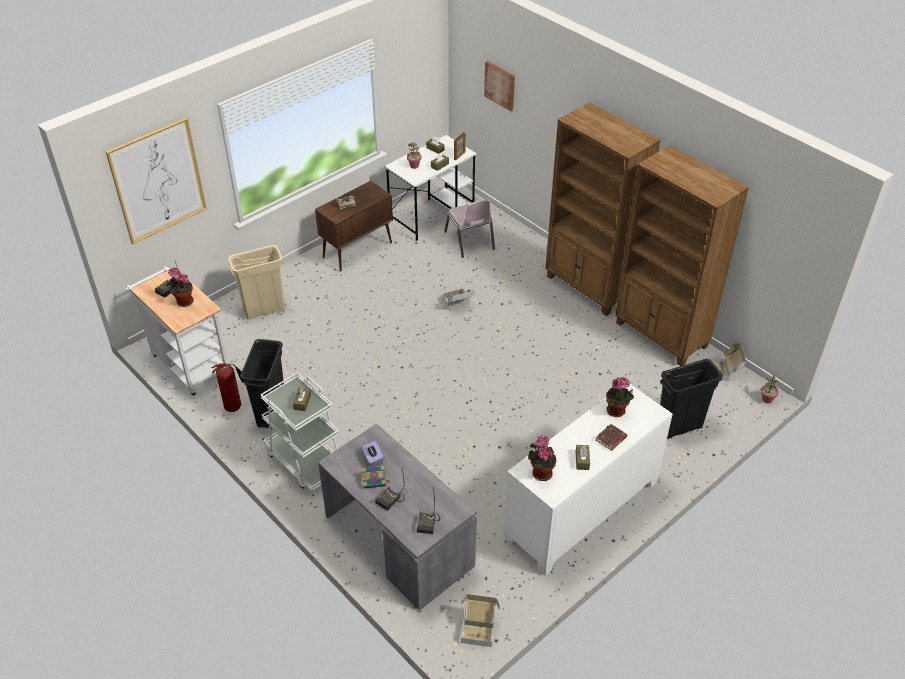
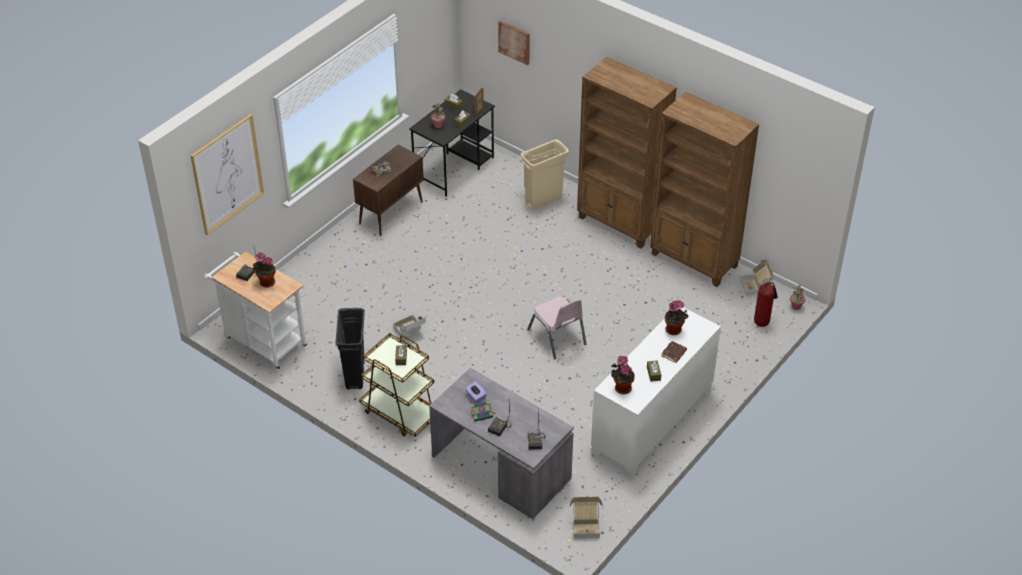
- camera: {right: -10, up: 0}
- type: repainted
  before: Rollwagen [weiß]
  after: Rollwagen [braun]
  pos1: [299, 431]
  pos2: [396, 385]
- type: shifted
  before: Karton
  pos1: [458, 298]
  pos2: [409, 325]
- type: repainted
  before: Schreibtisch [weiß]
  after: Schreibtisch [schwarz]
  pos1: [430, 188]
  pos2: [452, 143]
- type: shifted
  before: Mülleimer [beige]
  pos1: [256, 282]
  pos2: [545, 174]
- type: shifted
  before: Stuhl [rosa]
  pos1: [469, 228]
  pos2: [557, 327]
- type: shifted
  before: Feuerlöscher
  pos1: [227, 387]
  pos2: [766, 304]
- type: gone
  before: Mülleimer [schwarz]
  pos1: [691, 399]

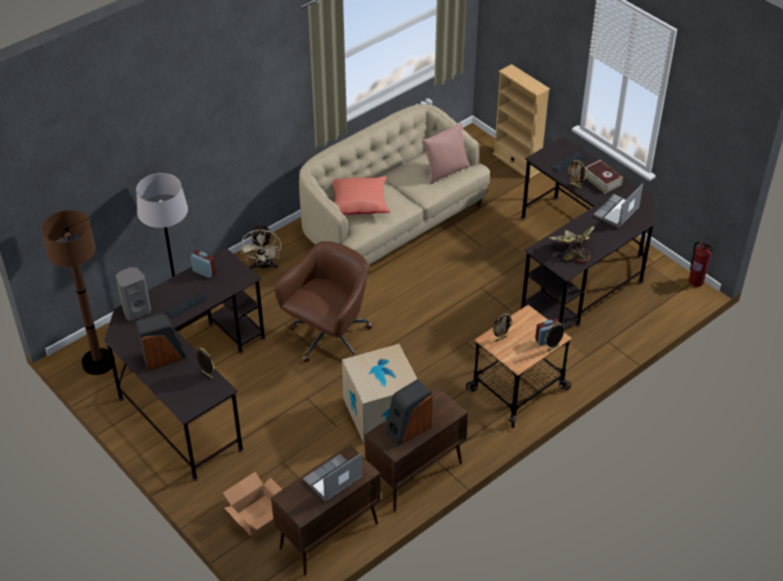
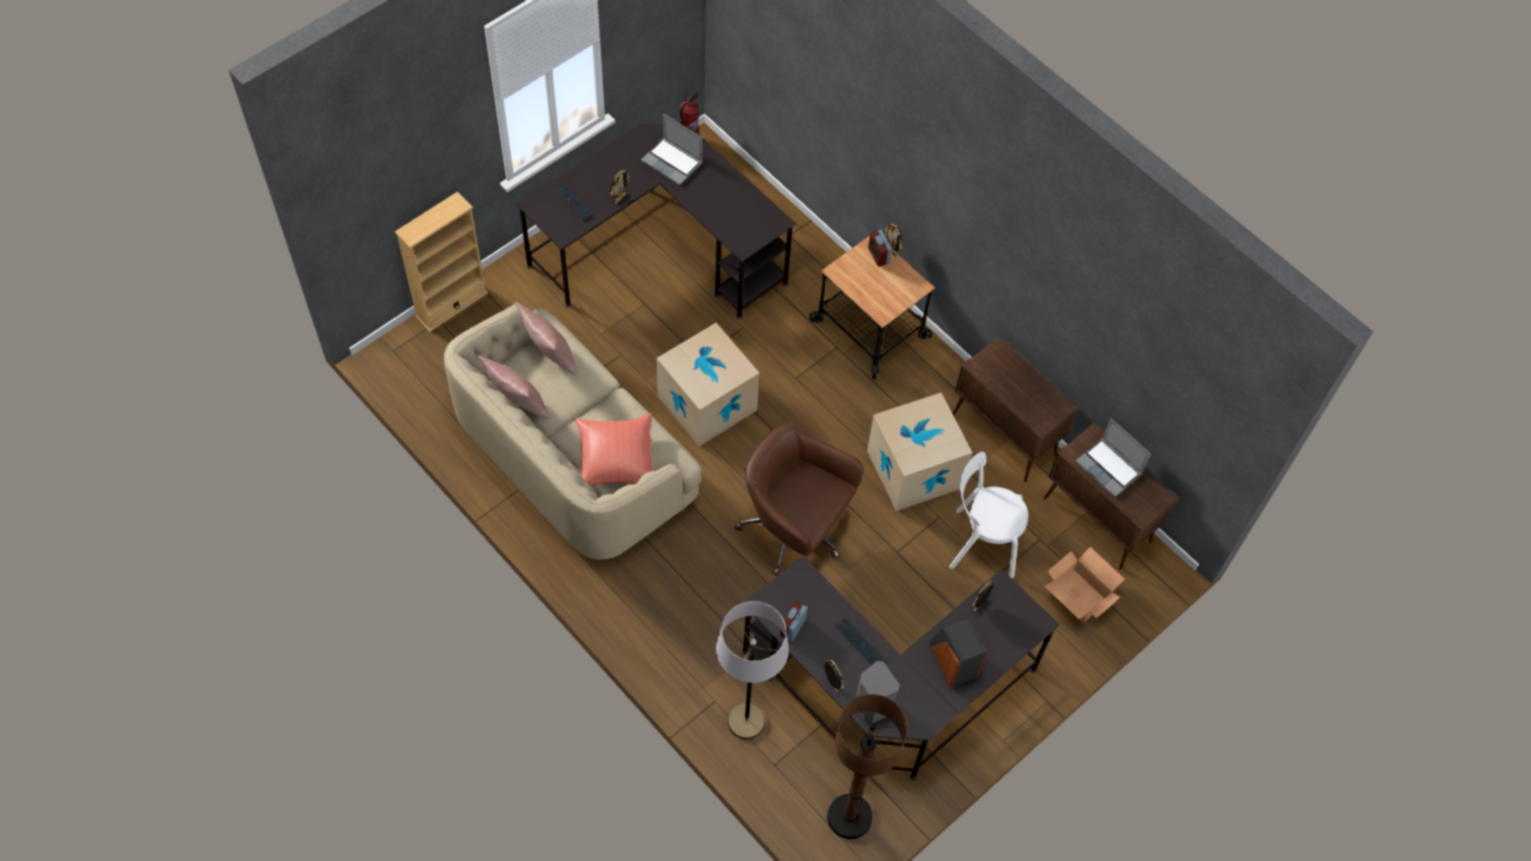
- camera: {right: -95, up: 15}
- type: new
  after: Kissen [rosa]
  pos2: [513, 387]
- type: new
  after: Karton
  pos2: [708, 384]
- type: shifted
  before: Bilderrahmen
  pos1: [502, 327]
  pos2: [834, 676]
- type: new
  after: Stuhl [weiß]
  pos2: [989, 515]
- type: gone
  before: Ventilator [beige]
  pos1: [261, 247]
- type: gone
  before: Lautsprecher
  pos1: [409, 412]
- type: gone
  before: Topfpflanze
  pos1: [571, 245]
- type: gone
  before: Buch
  pos1: [604, 176]

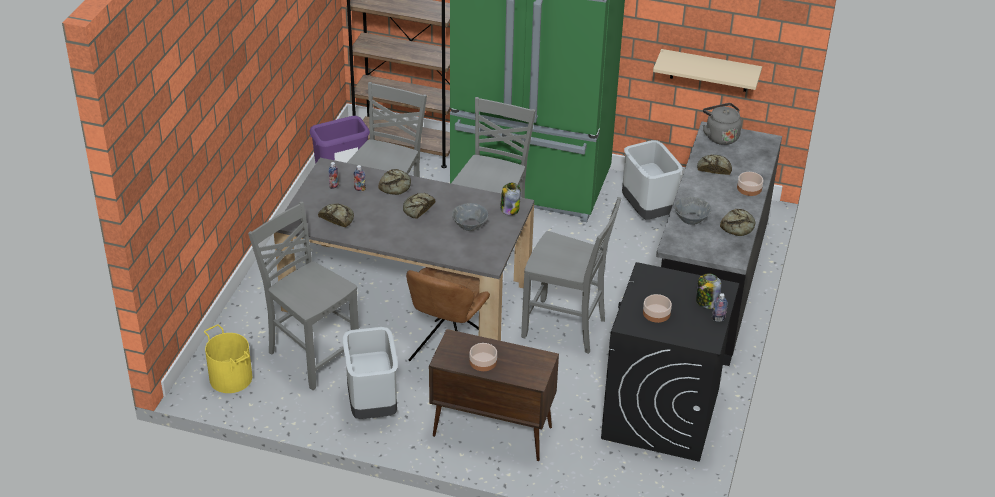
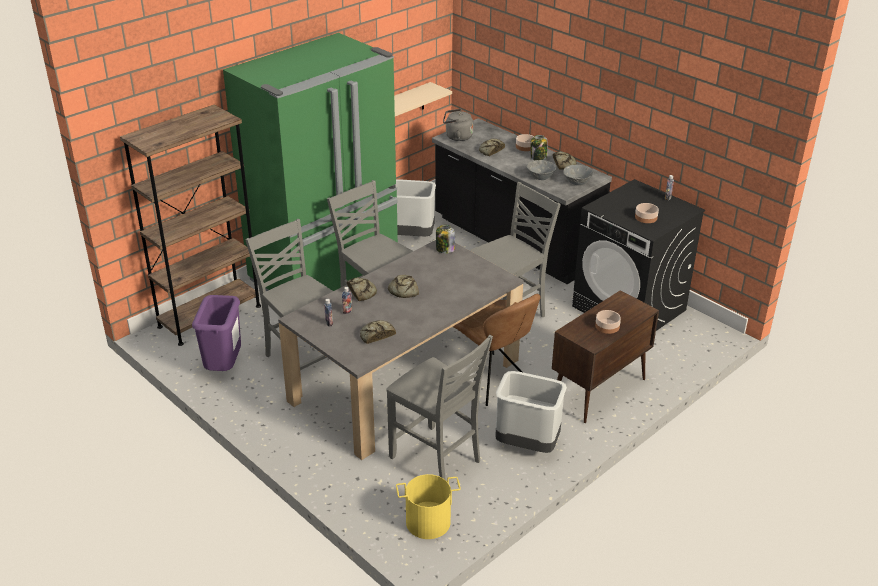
- camera: {right: -60, up: -5}
- type: rotated
  before: Stuhl [grau]
  pos1: [303, 296]
  pos2: [439, 407]
  turn: -120
- type: shifted
  before: Vorratsglas
  pos1: [708, 291]
  pos2: [539, 147]
- type: shifted
  before: Schüssel [grau]
  pos1: [470, 217]
  pos2: [578, 175]

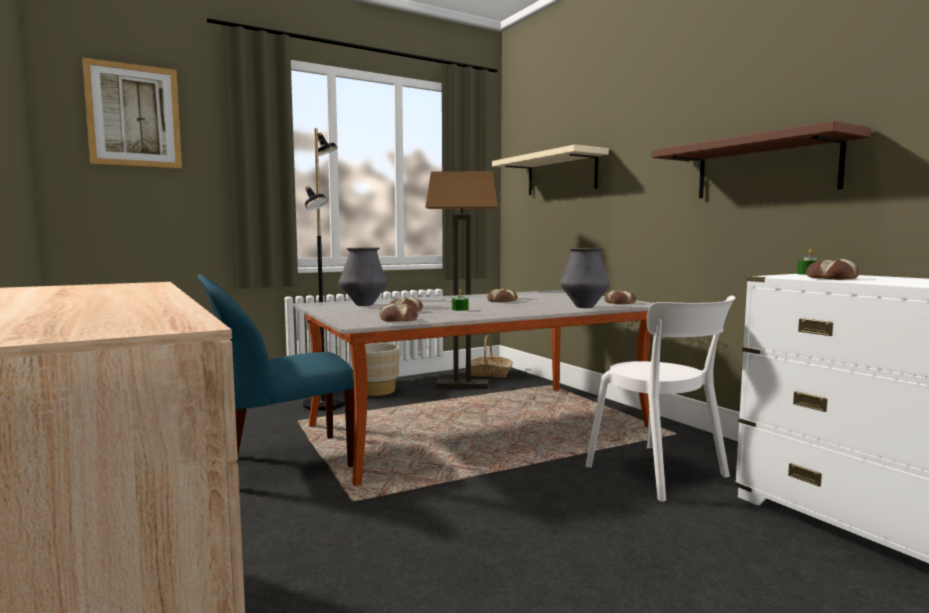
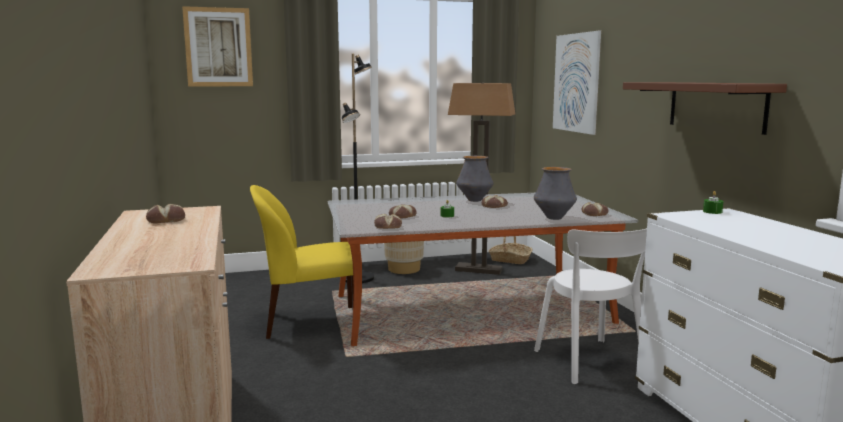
- camera: {right: 15, up: 5}
- type: shifted
  before: Brot
  pos1: [832, 269]
  pos2: [165, 213]
- type: repainted
  before: Stuhl [blau]
  after: Stuhl [gelb]
  pos1: [276, 371]
  pos2: [302, 262]
- type: shifted
  before: Vase
  pos1: [363, 277]
  pos2: [474, 179]
- type: swapped
  before: Wandregal [beige]
  after: Bild
  pos1: [550, 170]
  pos2: [577, 83]

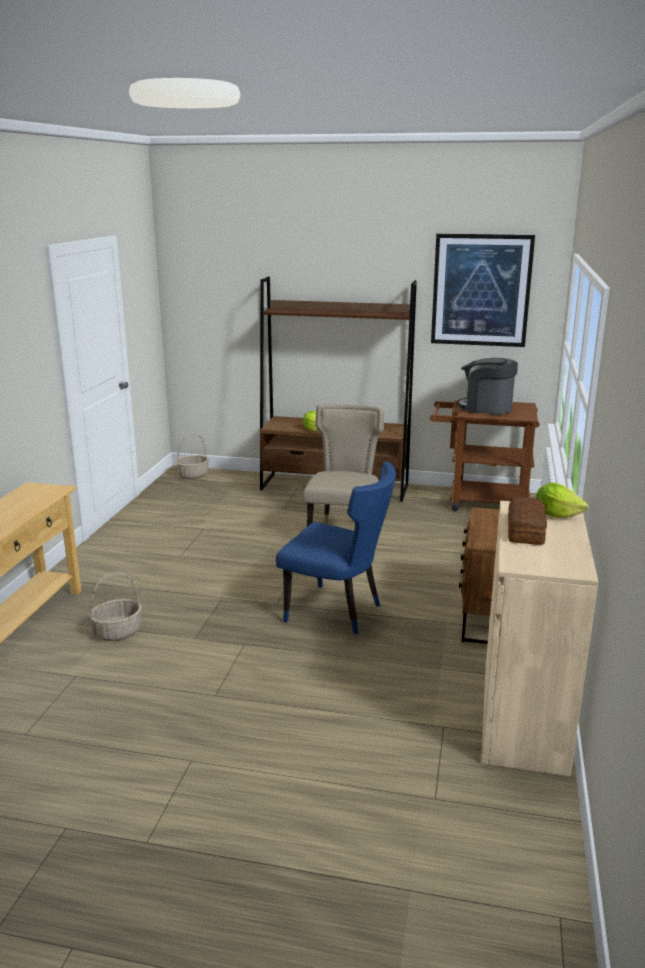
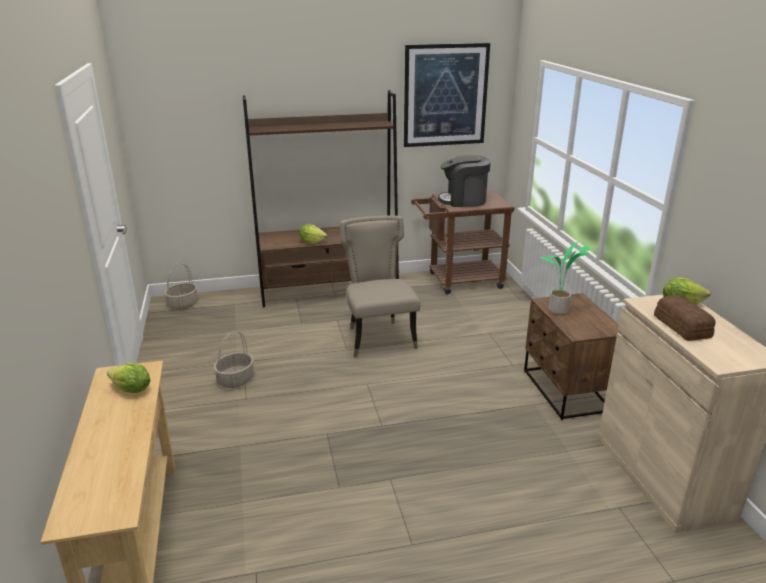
- camera: {right: -25, up: 5}
- type: new
  after: Salatkopf
  pos2: [129, 378]
- type: shifted
  before: Korb
  pos1: [115, 606]
  pos2: [233, 359]
- type: new
  after: Topfpflanze
  pos2: [564, 278]
- type: gone
  before: Stuhl [blau]
  pos1: [336, 548]

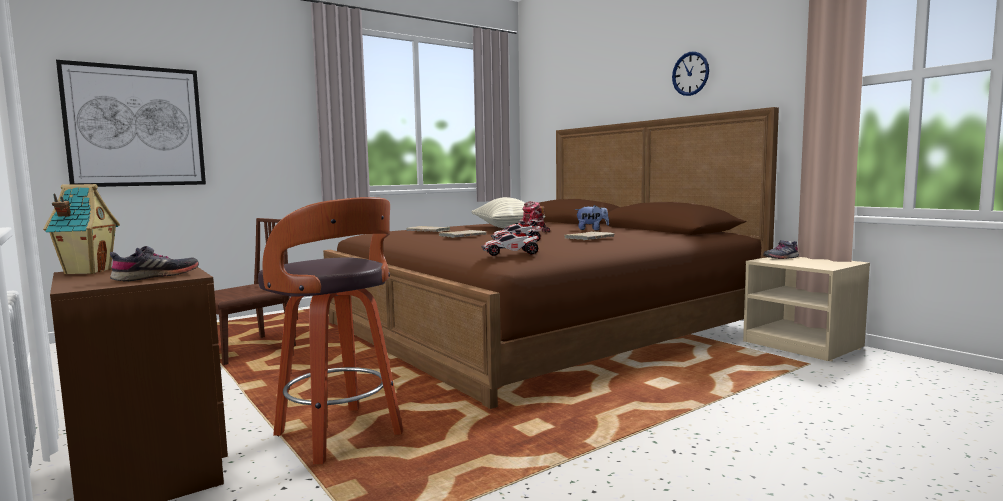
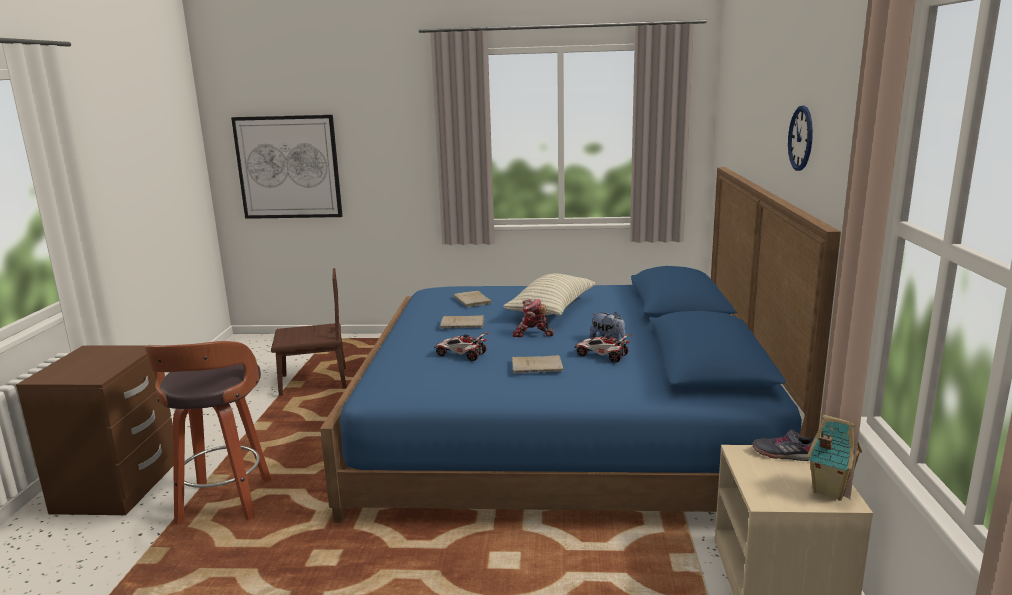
- camera: {right: 40, up: 10}
- type: repainted
  before: Bett [braun]
  after: Bett [blau]
  pos1: [551, 258]
  pos2: [580, 345]
- type: shifted
  before: Spielzeugauto
  pos1: [511, 241]
  pos2: [603, 348]
- type: shifted
  before: Spielzeughaus
  pos1: [81, 229]
  pos2: [834, 458]
- type: gone
  before: Schuh [grau]
  pos1: [154, 263]

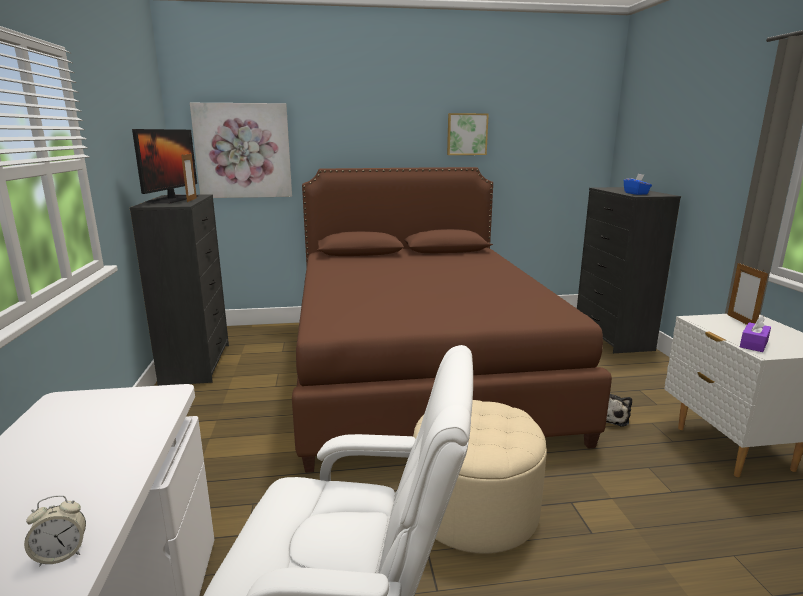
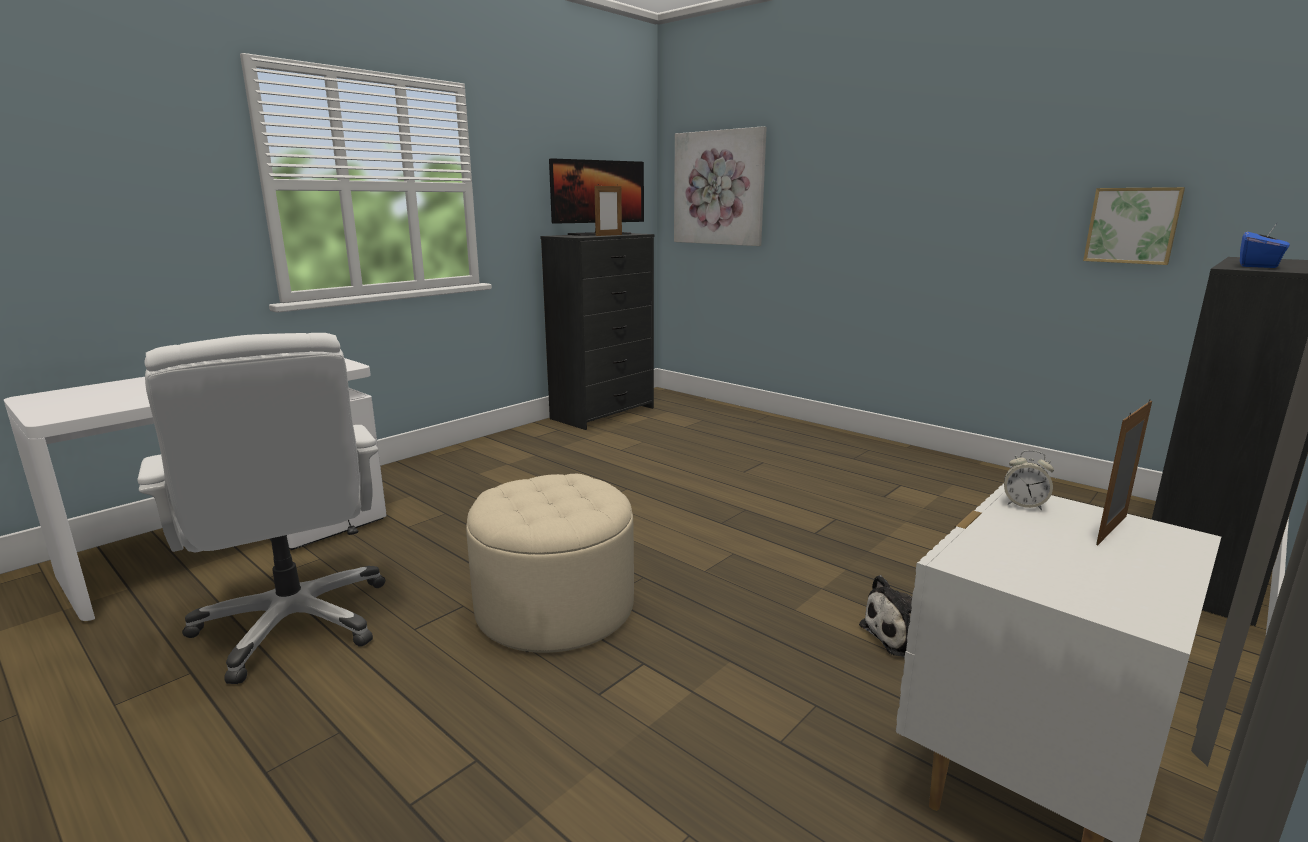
- camera: {right: 50, up: 0}
- type: shifted
  before: Wecker
  pos1: [55, 530]
  pos2: [1029, 480]
- type: shifted
  before: Bild
  pos1: [468, 134]
  pos2: [1134, 226]
- type: gone
  before: Bett [braun]
  pos1: [452, 320]
- type: gone
  before: Taschentuchbox [lila]
  pos1: [755, 333]

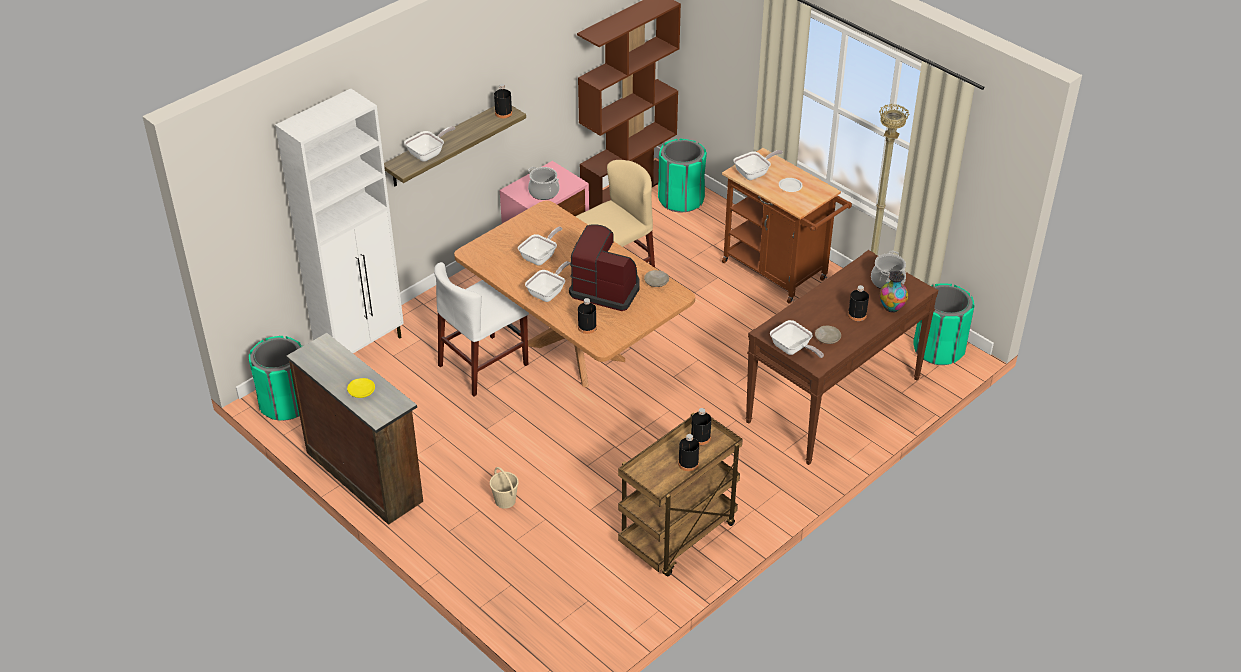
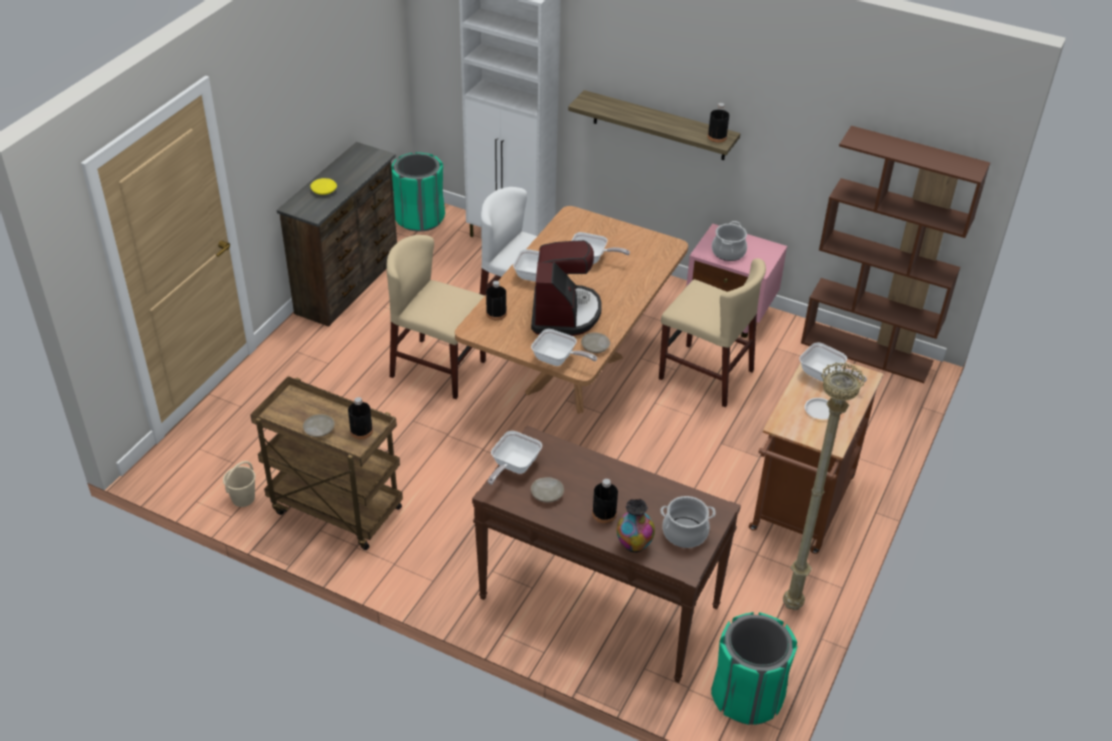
- camera: {right: 70, up: 0}
- type: shifted
  before: Eimer [beige]
  pos1: [504, 488]
  pos2: [239, 484]
- type: swapped
  before: Flasche [schwarz]
  after: Teller [beige]
  pos1: [688, 452]
  pos2: [319, 425]
- type: new
  after: Stuhl [beige]
  pos2: [436, 317]
- type: shifted
  before: Pfanne
  pos1: [429, 144]
  pos2: [564, 347]
- type: gone
  before: Mülleimer [grün]
  pos1: [682, 175]

